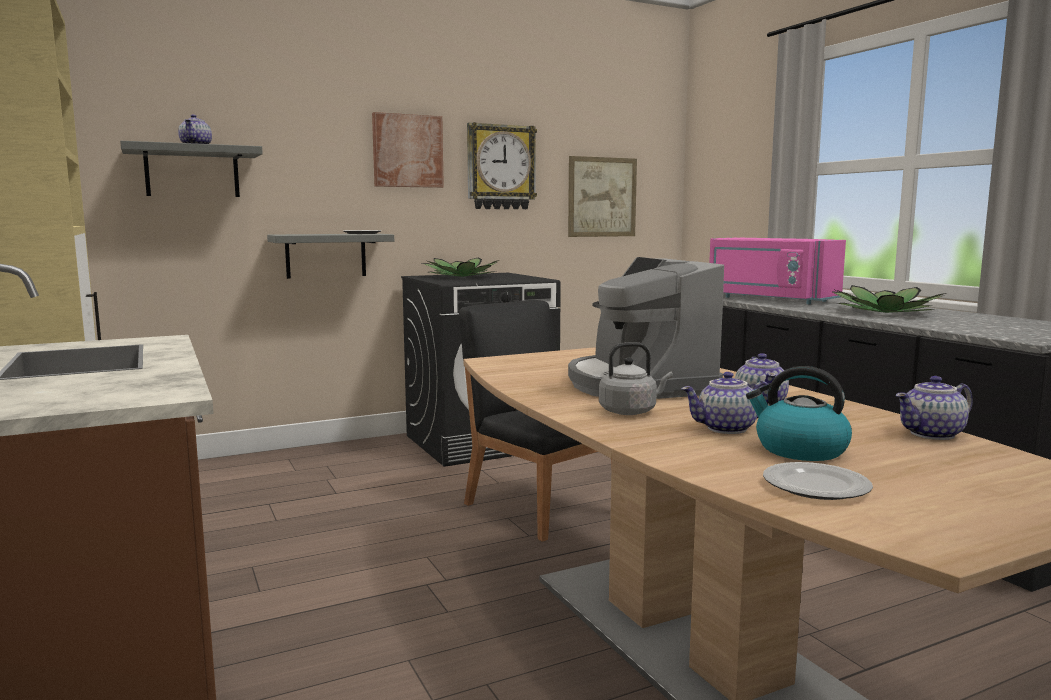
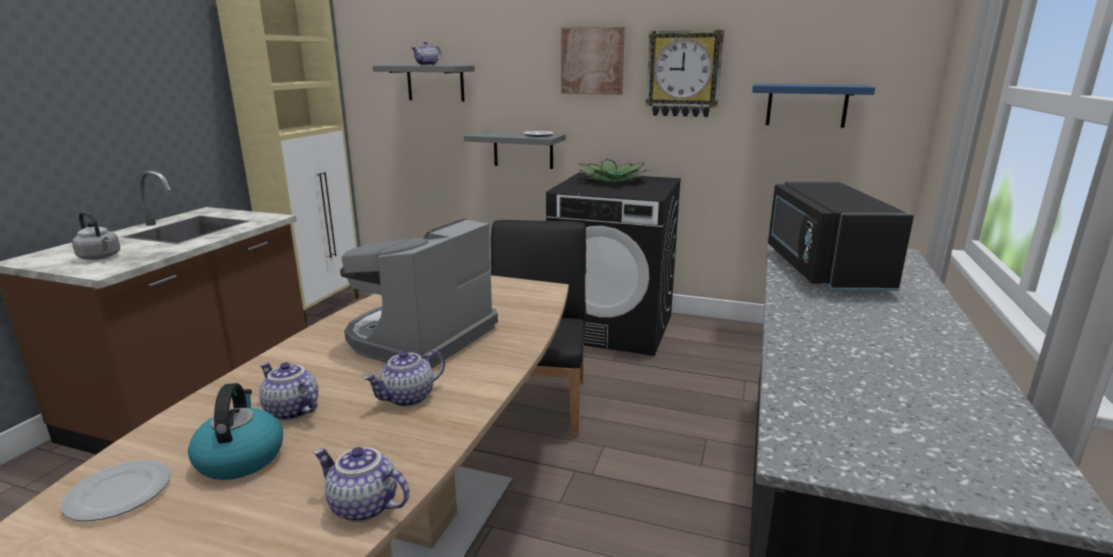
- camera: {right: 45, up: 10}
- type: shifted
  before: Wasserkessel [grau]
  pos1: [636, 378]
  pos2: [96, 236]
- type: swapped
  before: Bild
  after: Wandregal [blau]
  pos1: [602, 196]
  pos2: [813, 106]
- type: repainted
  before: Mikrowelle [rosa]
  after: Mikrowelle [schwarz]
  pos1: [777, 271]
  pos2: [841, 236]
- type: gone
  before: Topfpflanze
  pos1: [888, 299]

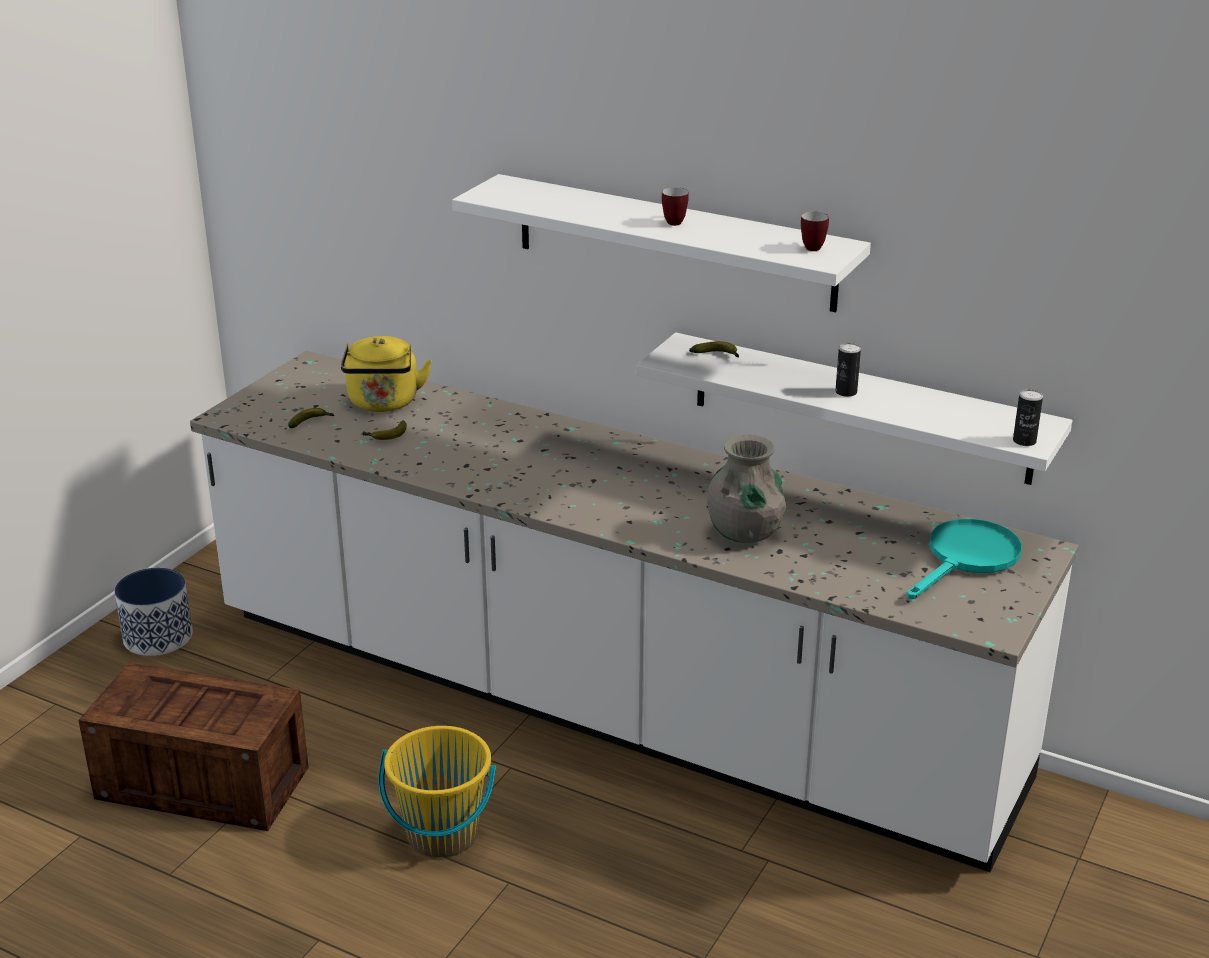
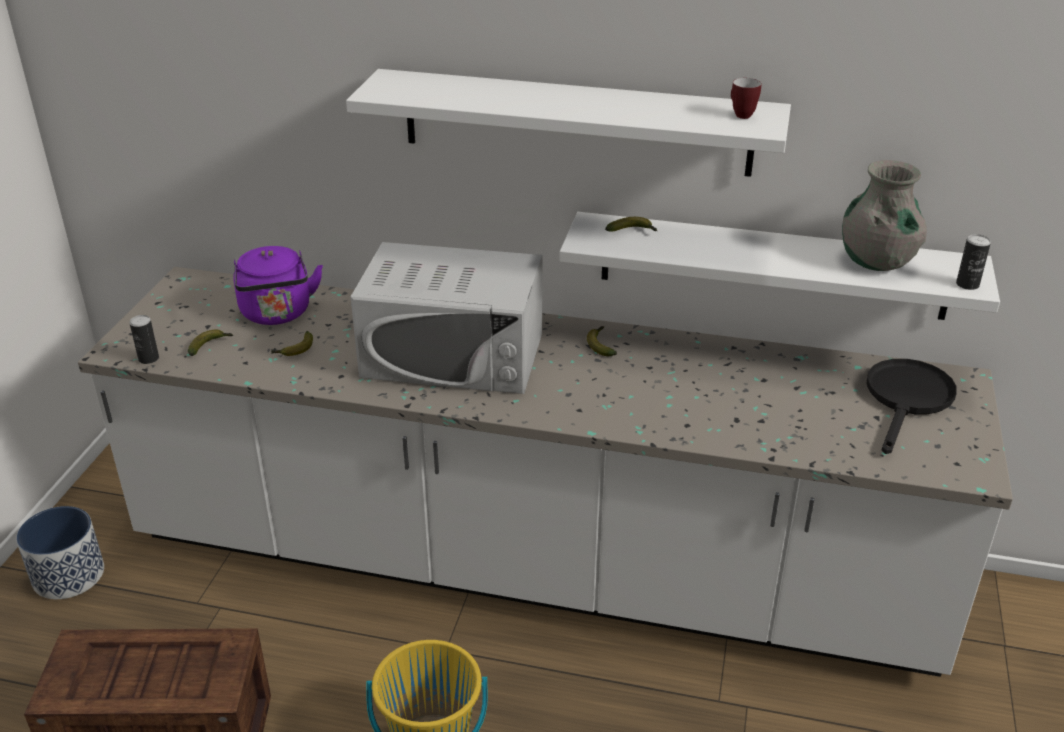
- camera: {right: -15, up: 5}
- type: shifted
  before: Dose
  pos1: [848, 370]
  pos2: [144, 339]
- type: repainted
  before: Wasserkessel [gelb]
  after: Wasserkessel [lila]
  pos1: [386, 374]
  pos2: [278, 285]
- type: new
  after: Mikrowelle [weiß]
  pos2: [446, 318]
- type: new
  after: Banane
  pos2: [602, 341]
- type: shifted
  before: Vase [grau]
  pos1: [746, 488]
  pos2: [884, 215]
- type: repainted
  before: Pfanne [türkis]
  after: Pfanne [schwarz]
  pos1: [964, 559]
  pos2: [911, 406]
- type: gone
  before: Henkelbecher
  pos1: [675, 206]

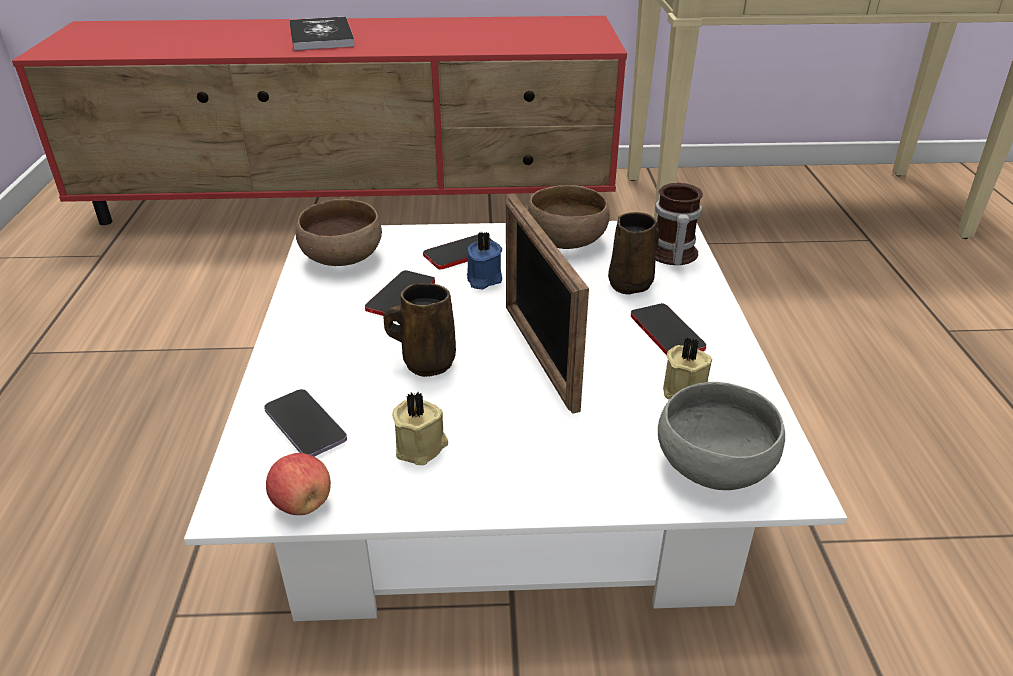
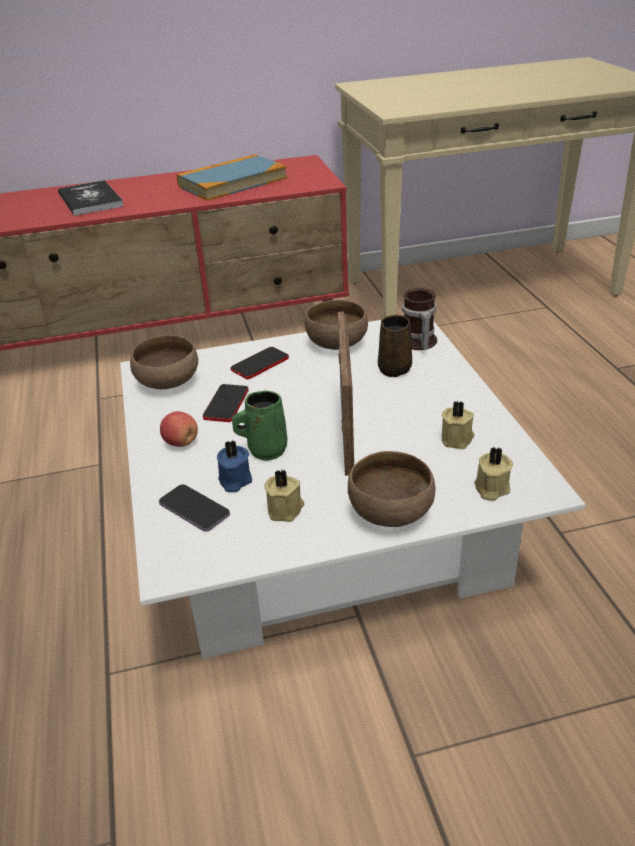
- camera: {right: -10, up: 0}
- type: shifted
  before: Apfel
  pos1: [298, 484]
  pos2: [179, 429]
- type: new
  after: Buch
  pos2: [232, 177]
- type: shifted
  before: Kerze [blau]
  pos1: [484, 260]
  pos2: [234, 466]
- type: repainted
  before: Henkelbecher [braun]
  after: Henkelbecher [grün]
  pos1: [420, 330]
  pos2: [259, 426]
- type: rotated
  before: Bilderrahmen
  pos1: [547, 304]
  pos2: [346, 394]
  turn: -150
- type: new
  after: Schüssel [braun]
  pos2: [392, 489]
- type: swapped
  before: Schüssel [grau]
  after: Kerze [beige]
  pos1: [721, 436]
  pos2: [493, 473]
- type: gone
  before: Handy
  pos1: [668, 329]

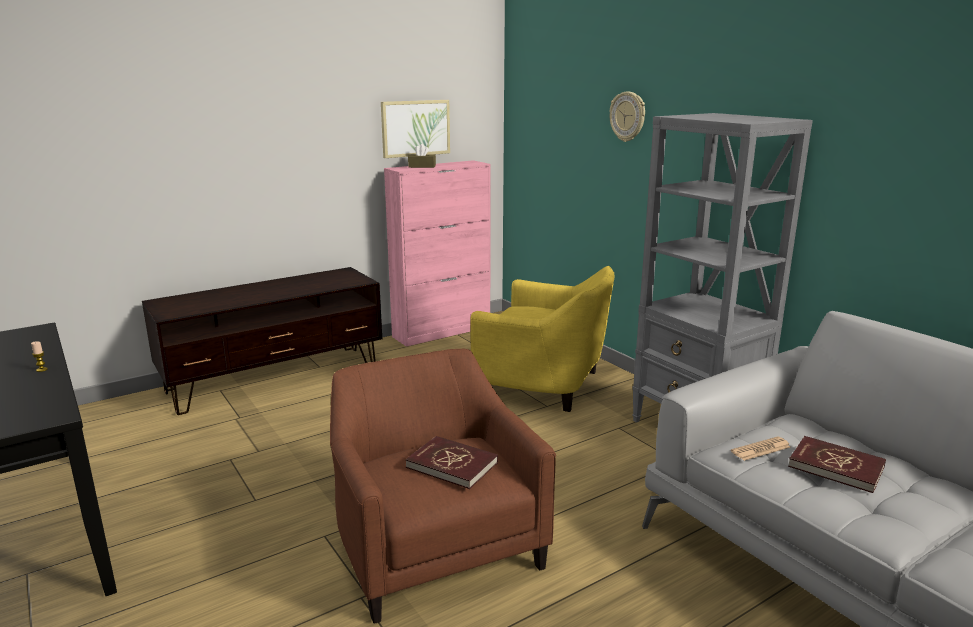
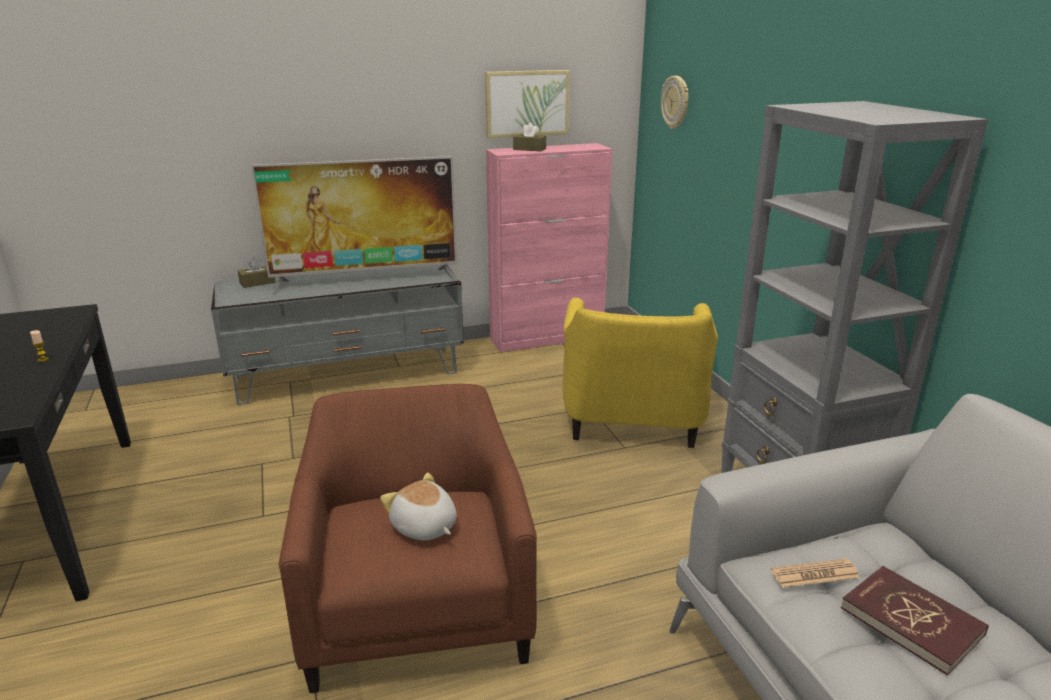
- camera: {right: 15, up: 5}
- type: repainted
  before: Fernsehschrank [braun]
  after: Fernsehschrank [grau]
  pos1: [262, 341]
  pos2: [337, 335]
- type: new
  after: Taschentuchbox [braun]
  pos2: [256, 272]
- type: new
  after: Fernseher
  pos2: [354, 226]
- type: swapped
  before: Buch [rot]
  after: Plüschtier
  pos1: [451, 462]
  pos2: [418, 506]
- type: rotated
  before: Sessel [gelb]
  pos1: [542, 339]
  pos2: [640, 373]
  turn: 60
- type: shifted
  before: Wanduhr
  pos1: [627, 117]
  pos2: [674, 102]

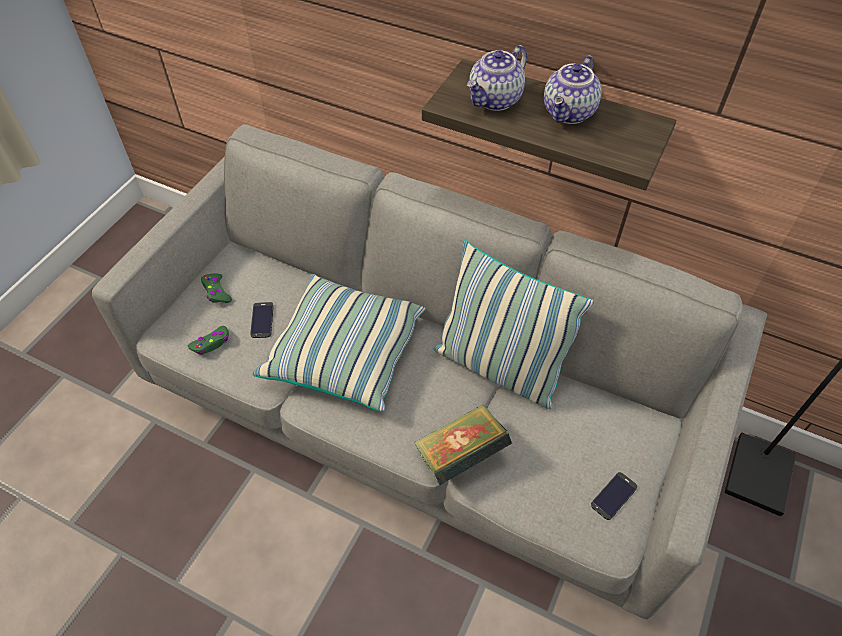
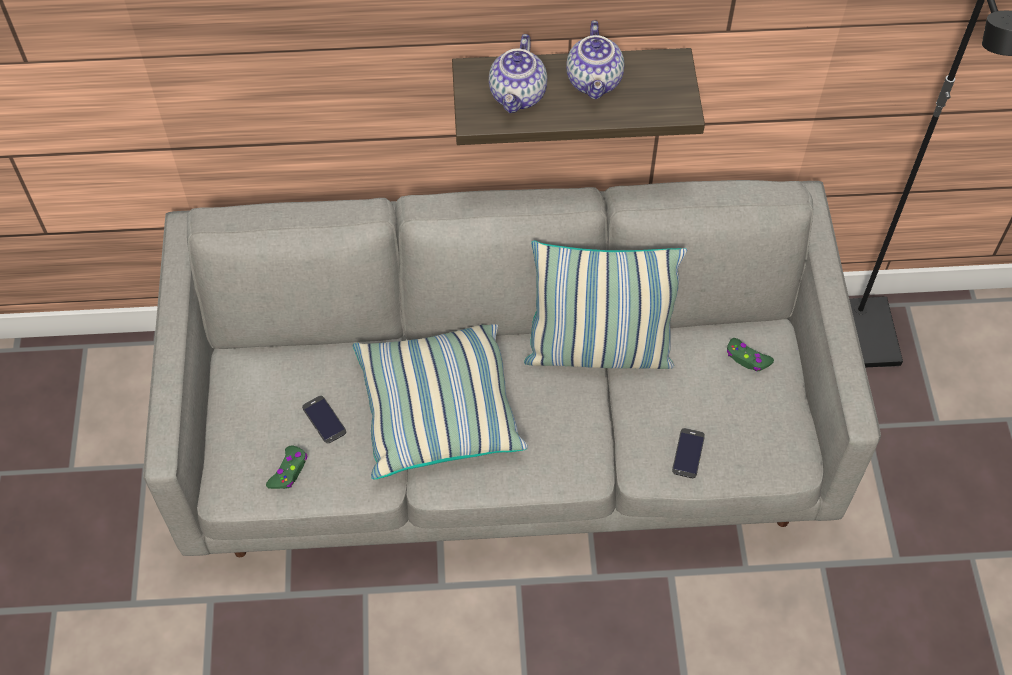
- camera: {right: -30, up: 5}
- type: shifted
  before: Handy
  pos1: [614, 496]
  pos2: [688, 453]
- type: shifted
  before: Gamepad [grün]
  pos1: [216, 288]
  pos2: [750, 354]
- type: gone
  before: Buch
  pos1: [463, 444]

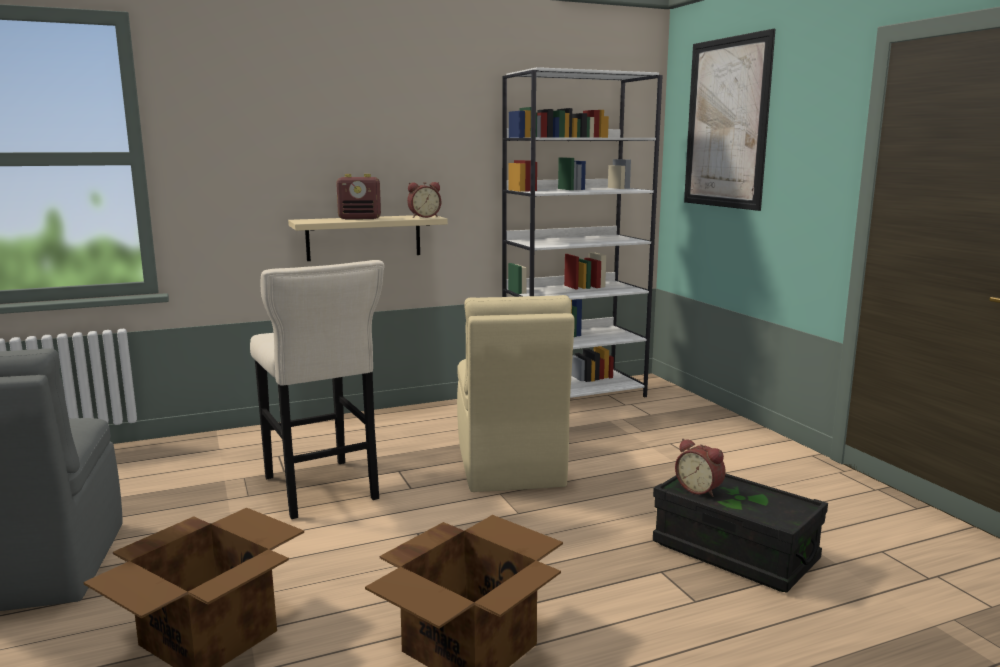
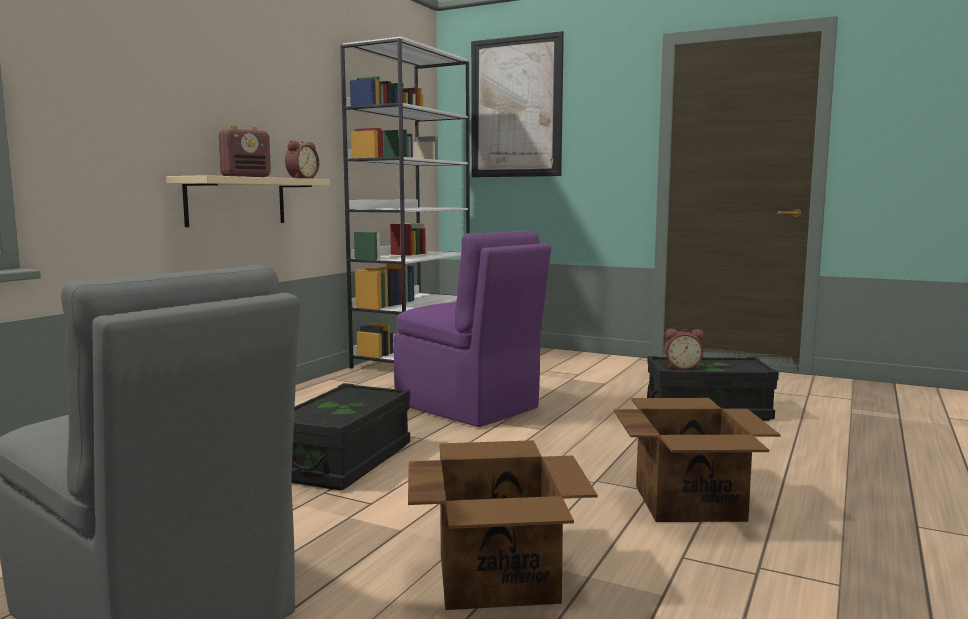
- camera: {right: -40, up: -5}
- type: swapped
  before: Hocker [beige]
  after: Aufbewahrungsbox [schwarz]
  pos1: [317, 389]
  pos2: [351, 436]
- type: repainted
  before: Stuhl [beige]
  after: Stuhl [lila]
  pos1: [516, 393]
  pos2: [472, 328]

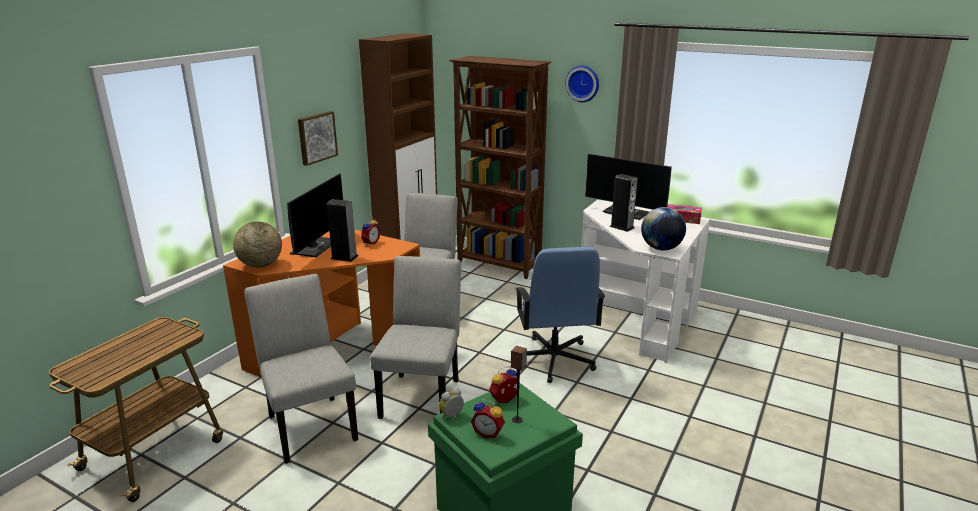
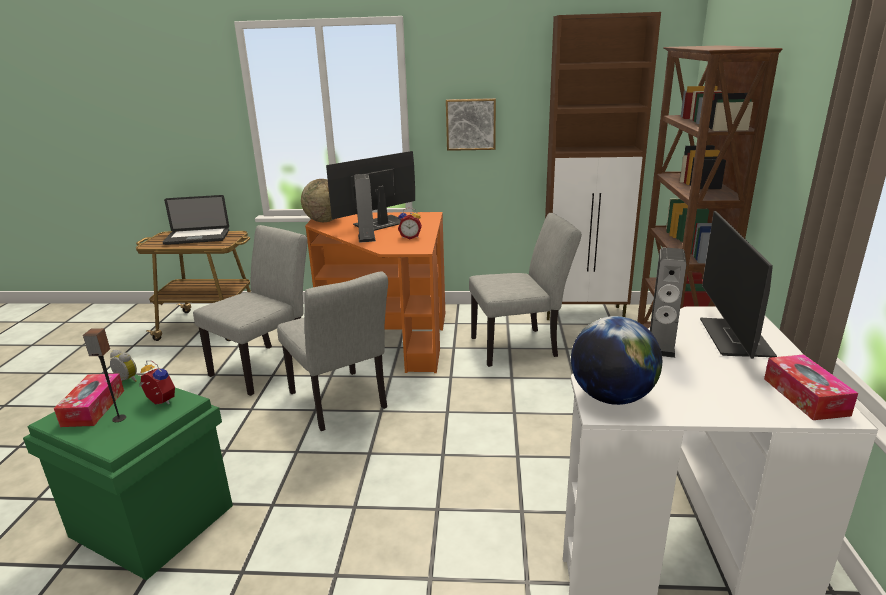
- camera: {right: 65, up: 0}
- type: swapped
  before: Wecker
  after: Taschentuchbox
  pos1: [488, 418]
  pos2: [89, 400]
- type: new
  after: Laptop
  pos2: [196, 220]
- type: rotated
  before: Stuhl [grau]
  pos1: [415, 337]
  pos2: [332, 351]
  turn: 75
- type: rotated
  before: Monitor
  pos1: [315, 215]
  pos2: [370, 191]
  turn: 150
- type: gone
  before: Bürostuhl [blau]
  pos1: [560, 315]
- type: gone
  before: Wanduhr
  pos1: [582, 83]

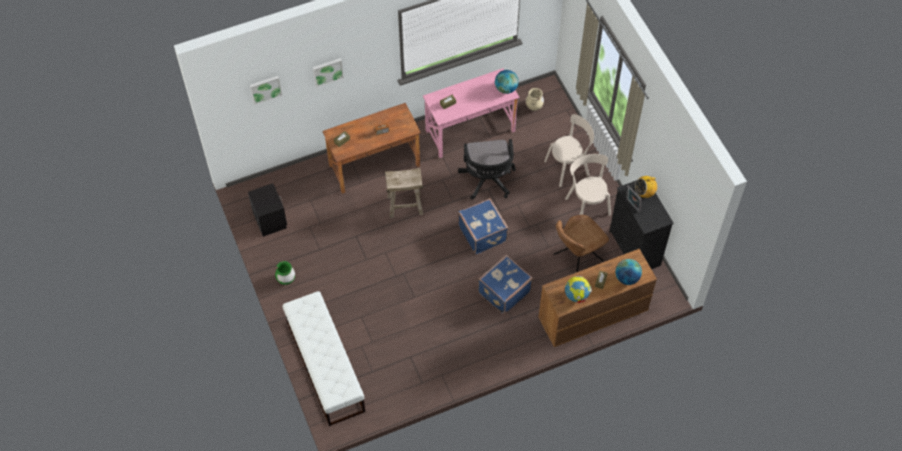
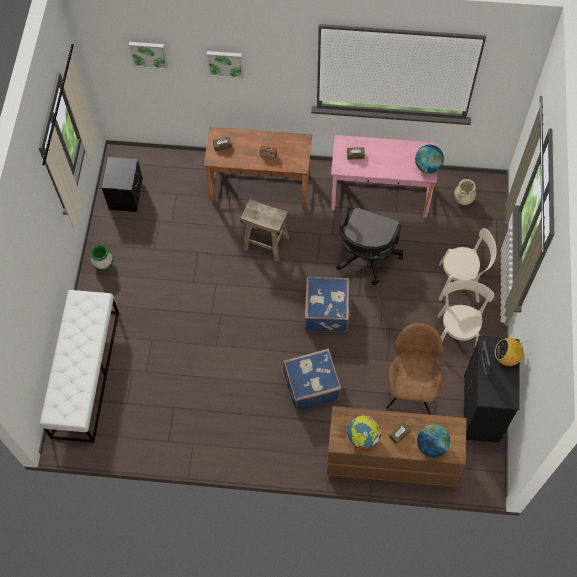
- camera: {right: 30, up: 5}
- type: rotated
  before: Stuhl [braun]
  pos1: [581, 243]
  pos2: [415, 368]
  turn: 105

